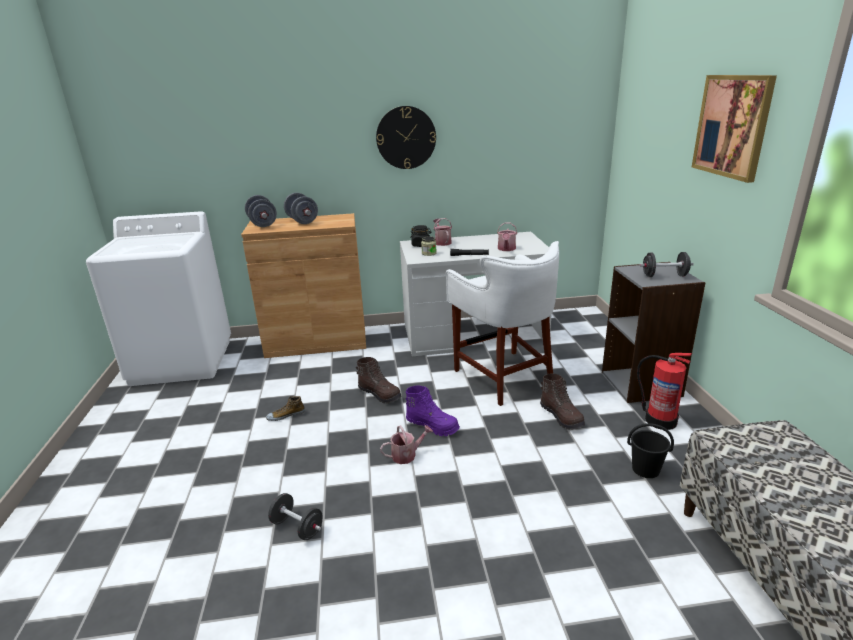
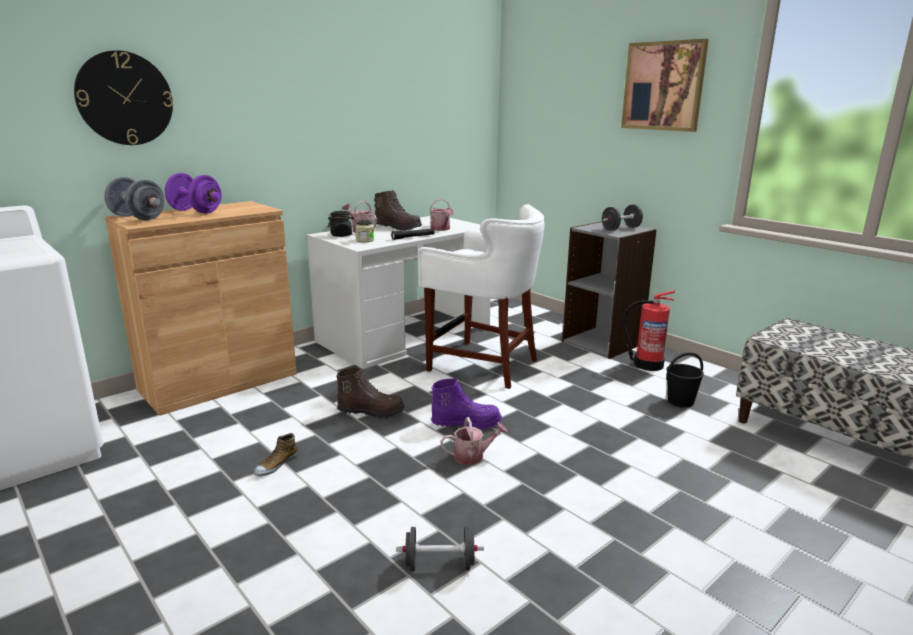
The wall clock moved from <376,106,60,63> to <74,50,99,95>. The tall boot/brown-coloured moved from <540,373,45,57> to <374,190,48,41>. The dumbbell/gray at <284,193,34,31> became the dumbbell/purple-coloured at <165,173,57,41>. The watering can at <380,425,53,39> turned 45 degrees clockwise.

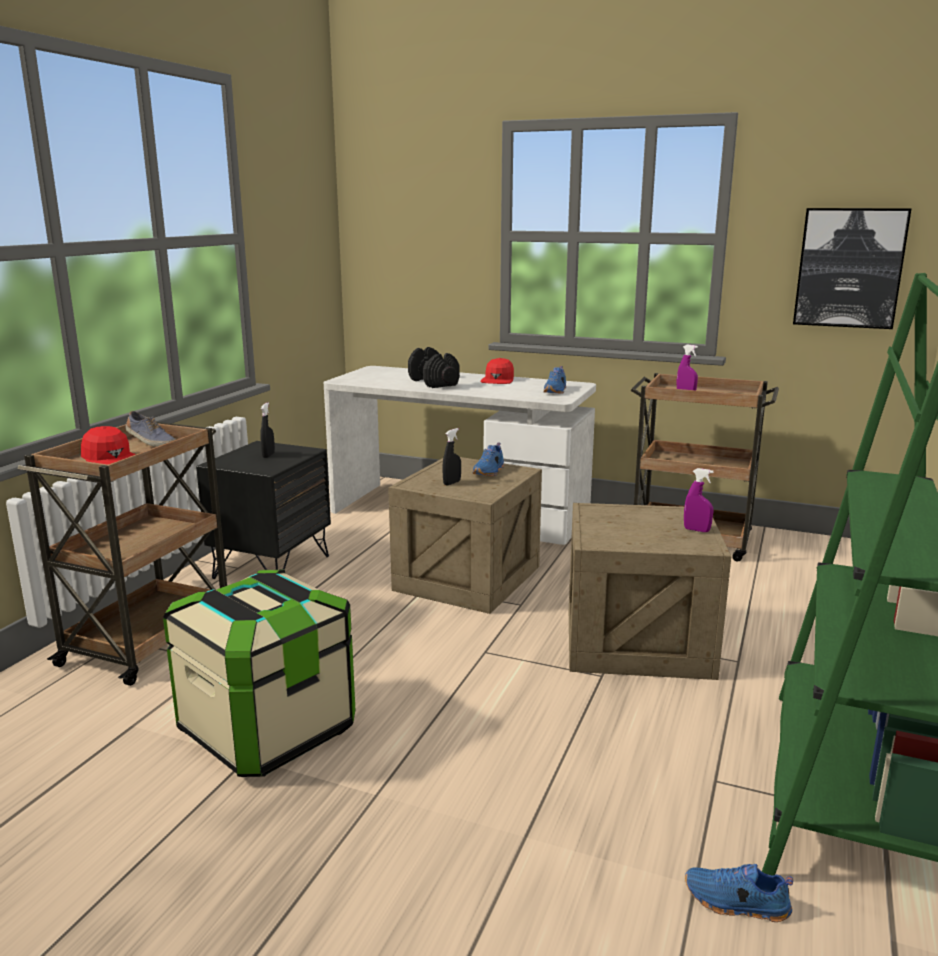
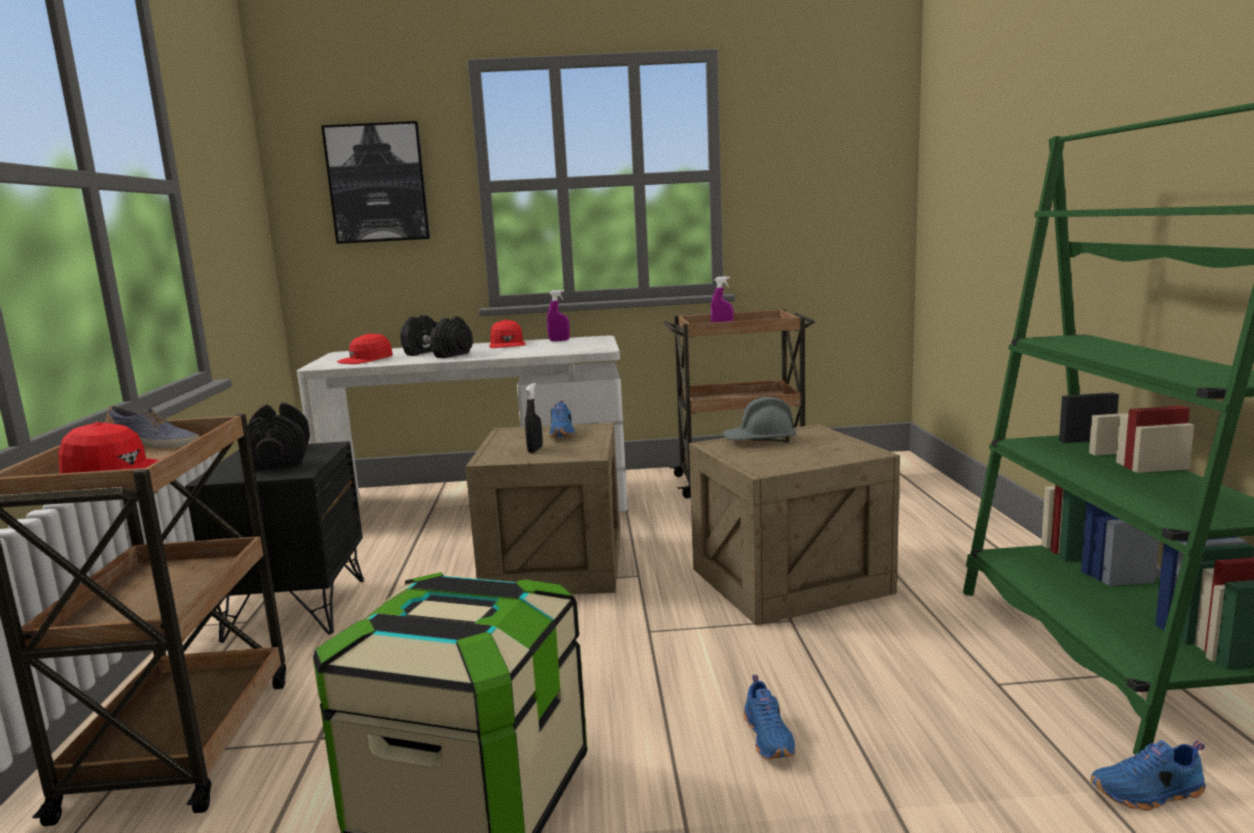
The peaked cap/red at <337,333,56,31> appeared. The work helmet/gray at <723,397,73,45> appeared. The low shoe/blue-coloured moved from <543,366,23,28> to <743,675,53,84>. The sprayer/purple-coloured moved from <684,468,30,64> to <547,290,23,51>. The wall picture moved from <793,208,118,121> to <321,121,109,123>. The sprayer/blackish at <260,403,15,55> was replaced by the dumbbell/blackish at <247,403,63,67>.

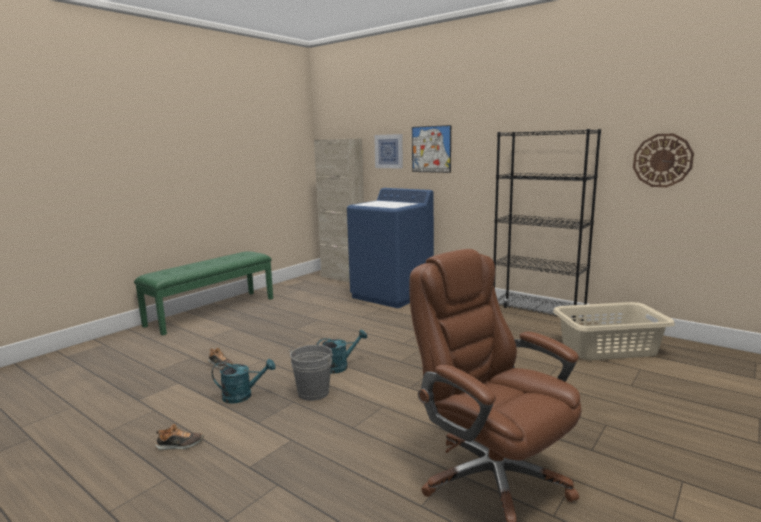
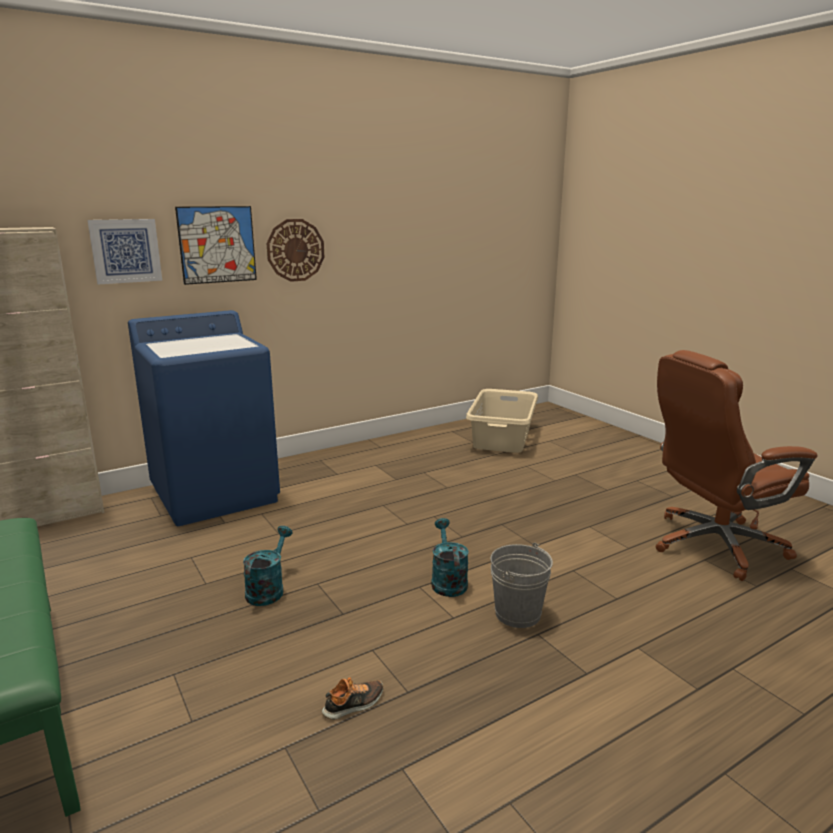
The low shoe at <155,424,49,26> disappeared. The shelving unit/blackish at <494,129,107,199> disappeared. The watering can/turquoise-coloured moved from <212,359,63,45> to <243,526,50,80>. The wall clock moved from <633,134,61,53> to <266,219,58,63>.

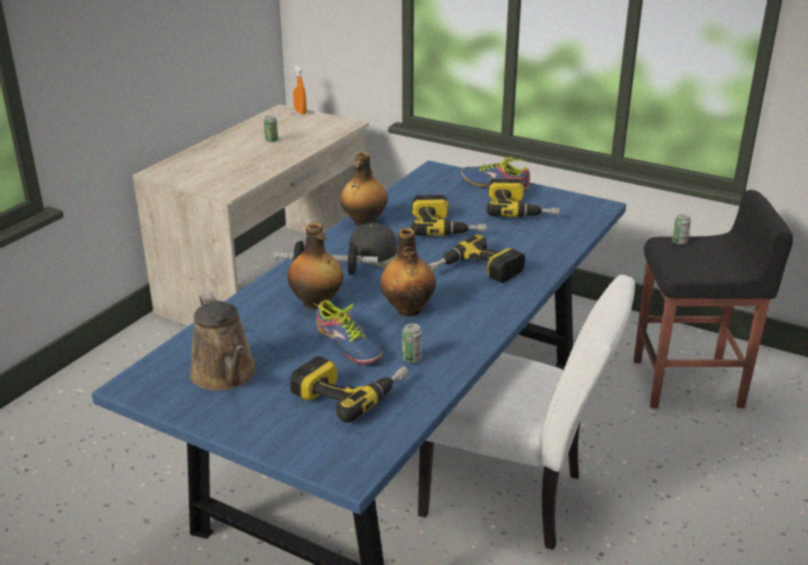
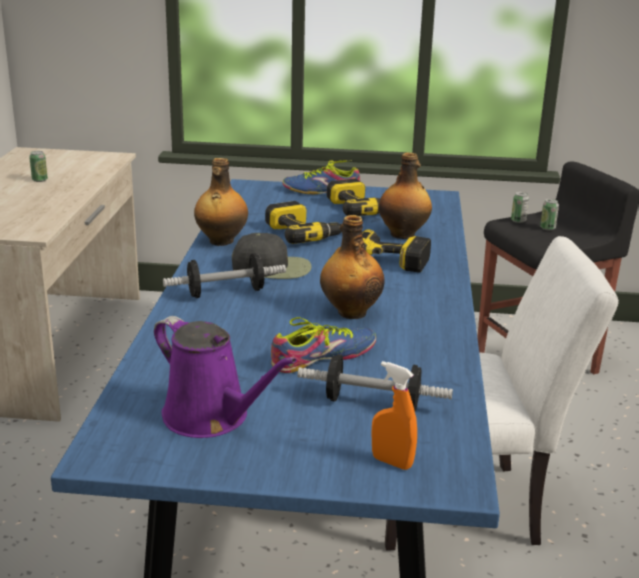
The drink bottle moved from <288,223,55,87> to <379,152,53,87>. The sprayer/orange-coloured moved from <293,64,14,50> to <372,361,45,109>. The sealed can moved from <402,323,20,40> to <540,199,19,31>. The power drill at <290,356,119,67> was replaced by the dumbbell at <297,354,156,57>. The watering can/brown-coloured at <190,292,67,99> became the watering can/purple-coloured at <154,316,143,122>. The low shoe at <313,300,69,64> turned 60 degrees counterclockwise.

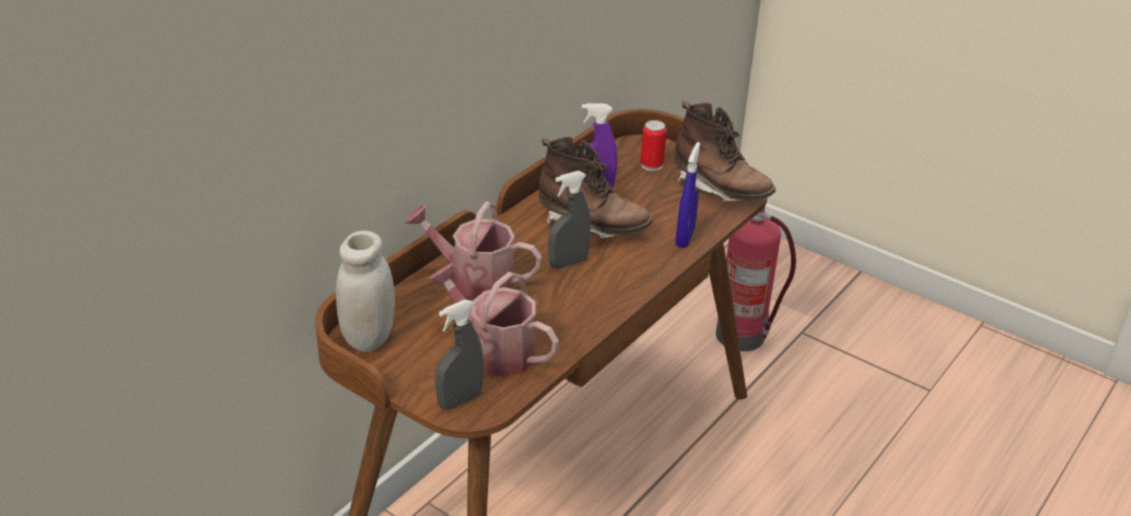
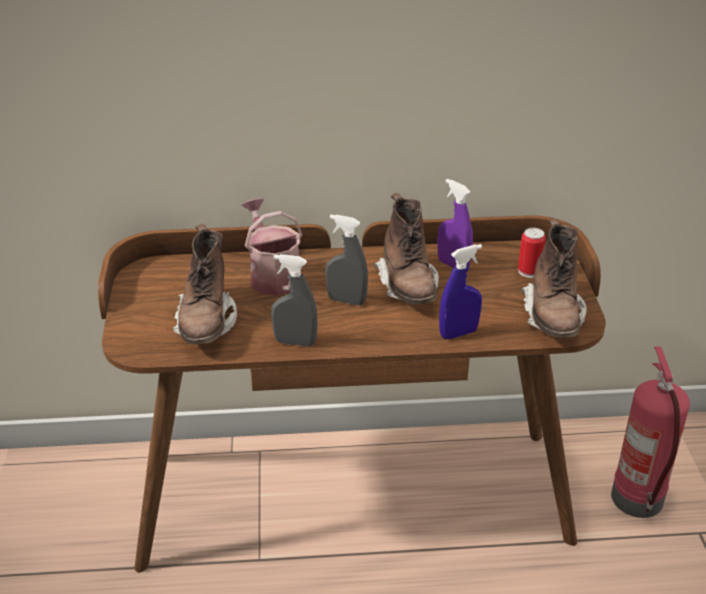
The storage jar/whitish at <336,231,59,121> disappeared. The sprayer/gray moved from <435,300,49,110> to <271,254,47,92>. The watering can at <428,263,131,114> was replaced by the tall boot/brown-coloured at <173,224,64,120>.

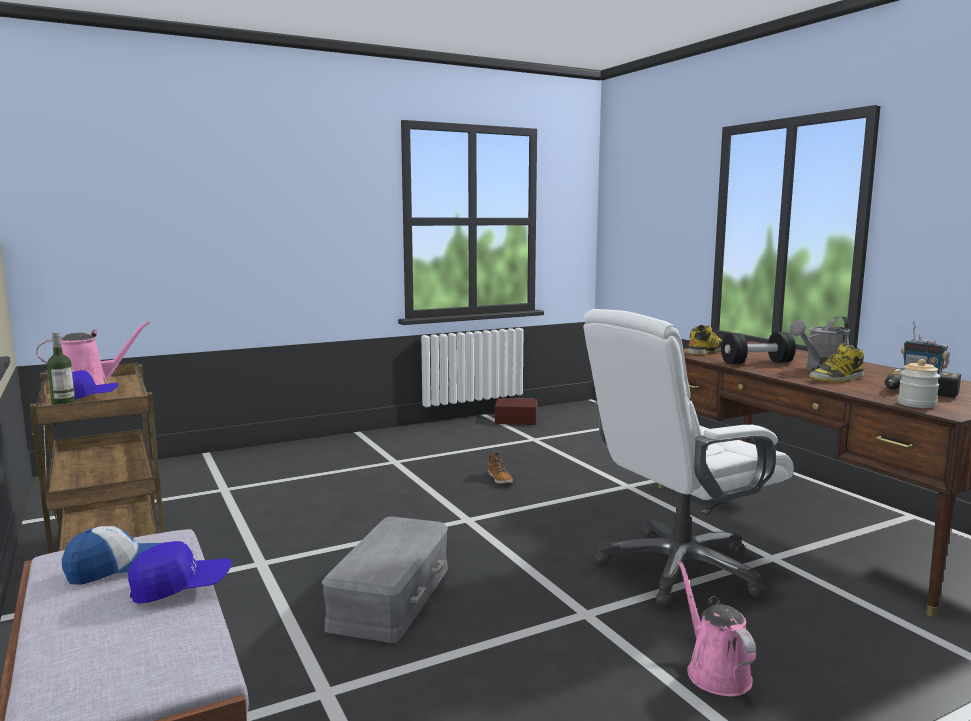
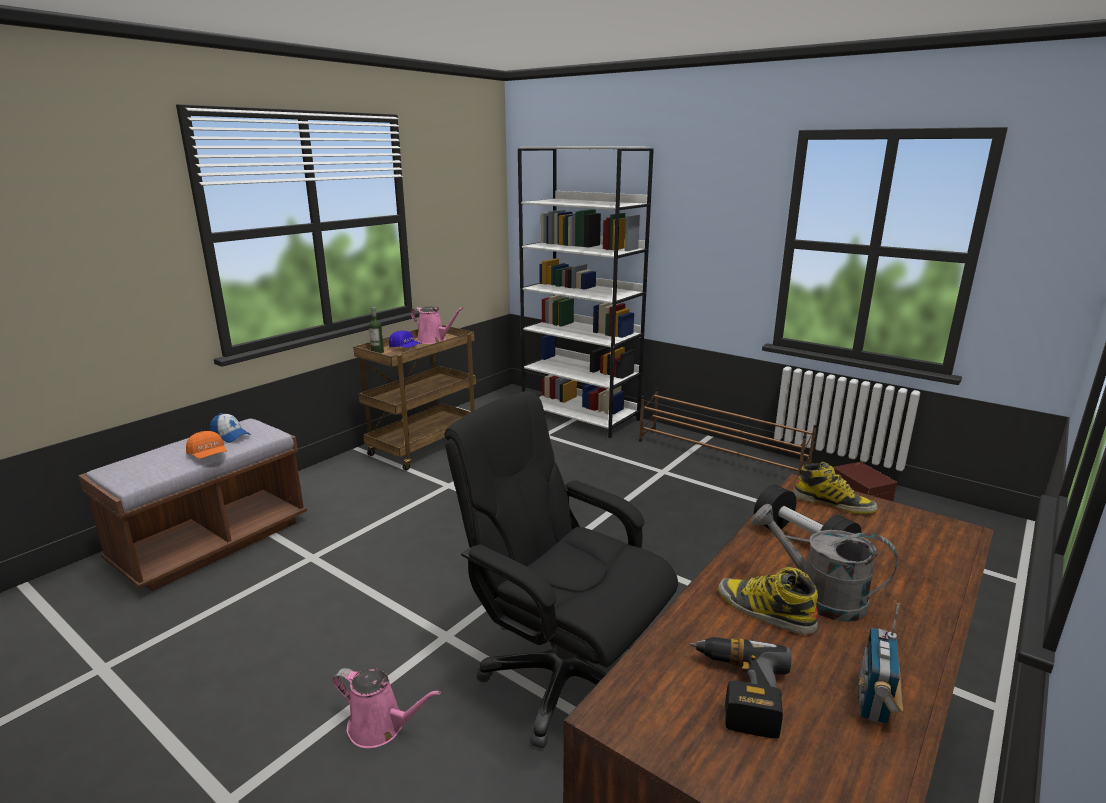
The storage bin/gray at <322,516,126,127> disappeared. The tall boot at <488,452,25,32> disappeared. The storage jar at <898,359,42,49> disappeared. The shelving unit/whitish at <518,146,136,292> appeared. The shoe stand/brown-coloured at <639,388,178,87> appeared. The peaked cap/blue-coloured at <128,541,104,63> became the peaked cap/orange-coloured at <186,431,41,28>. The office chair/whitish at <583,309,211,298> became the office chair/blackish at <444,391,234,357>. The watering can/pink-coloured at <678,561,78,135> turned 60 degrees clockwise.

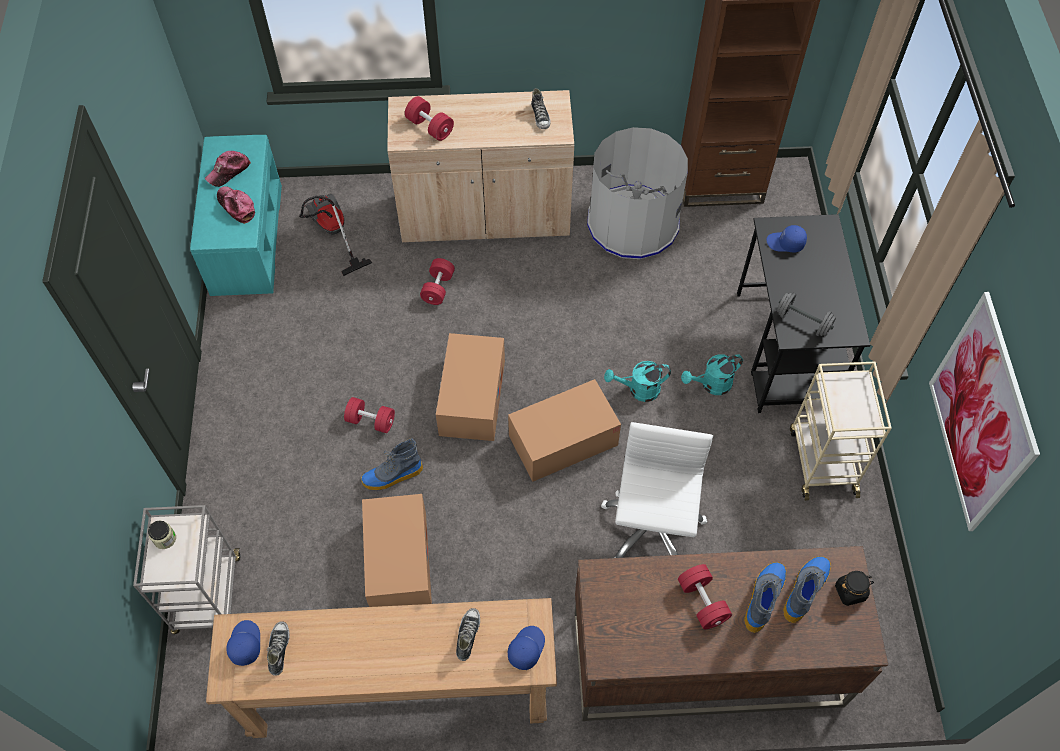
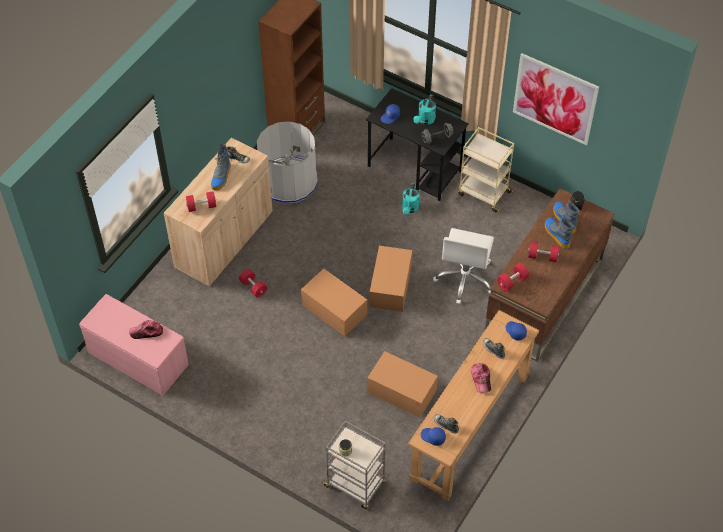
The hoover at <299,194,73,82> disappeared. The peaked cap moved from <205,151,46,36> to <471,363,20,30>. The dumbbell/red moved from <344,397,51,36> to <497,263,32,28>. The tall boot moved from <361,438,62,52> to <211,143,20,48>. The watering can/turquoise-coloured moved from <604,361,67,41> to <413,94,23,31>. The indoor bench/turquoise-coloured at <190,135,92,161> became the indoor bench/pink-coloured at <79,294,110,101>. The office chair/whitish at <601,422,112,136> turned 120 degrees counterclockwise.

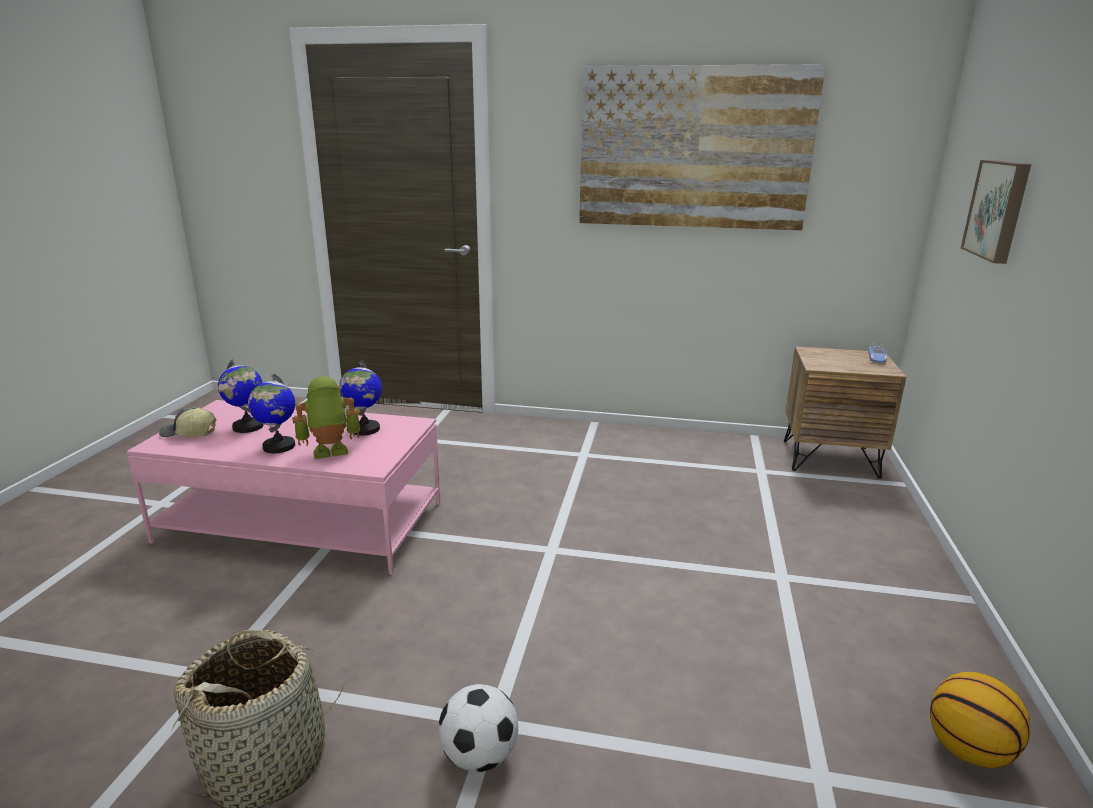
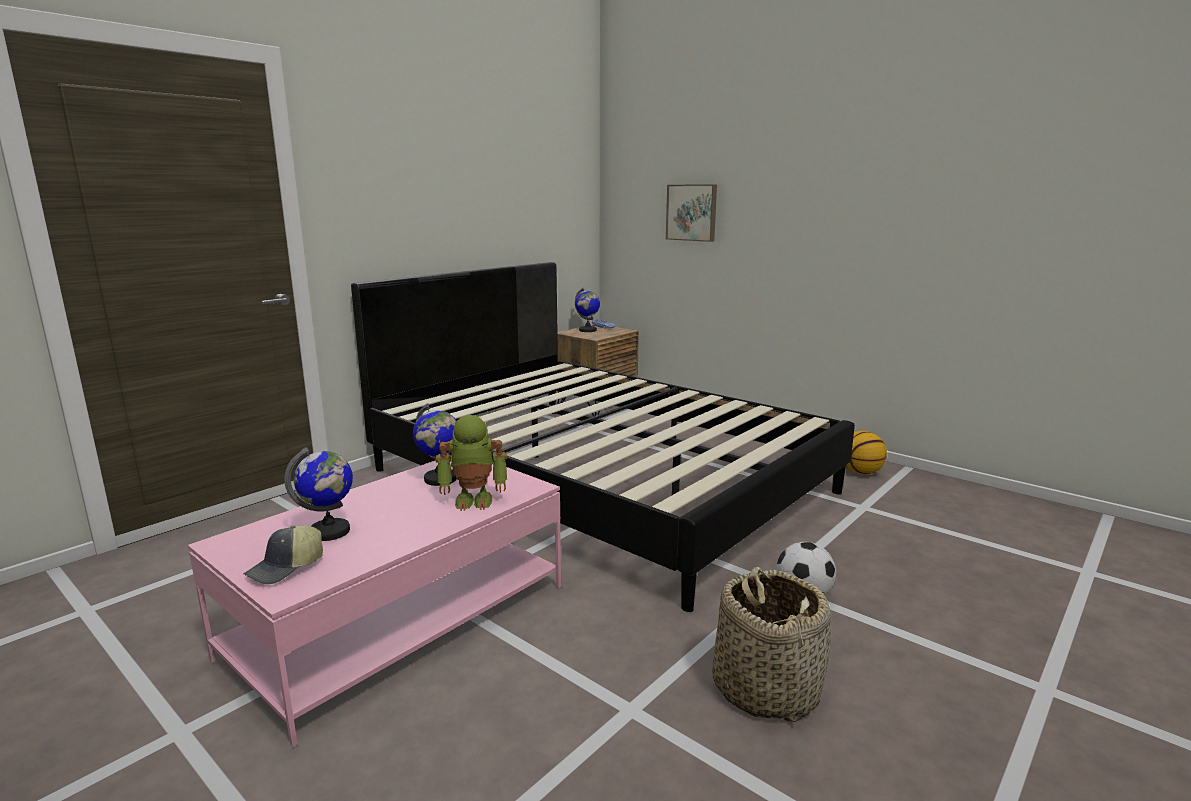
The wall picture at <579,64,247,166> disappeared. The bedroom bed/blackish at <351,262,504,350> appeared. The world globe moved from <248,374,47,79> to <575,288,25,44>. The robot figure at <292,376,68,83> turned 105 degrees counterclockwise.

